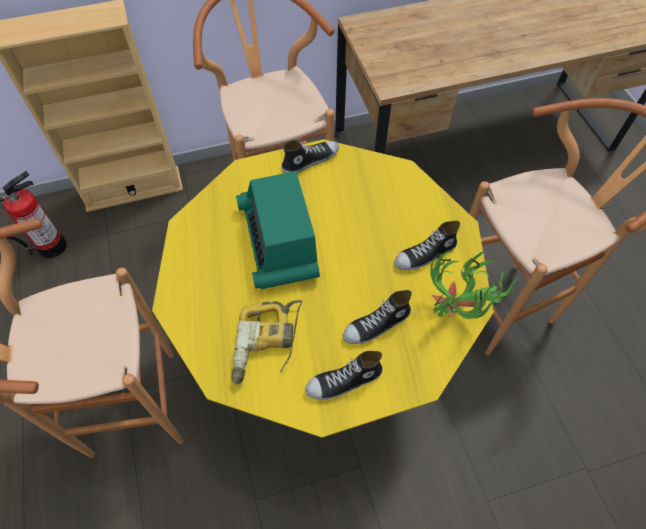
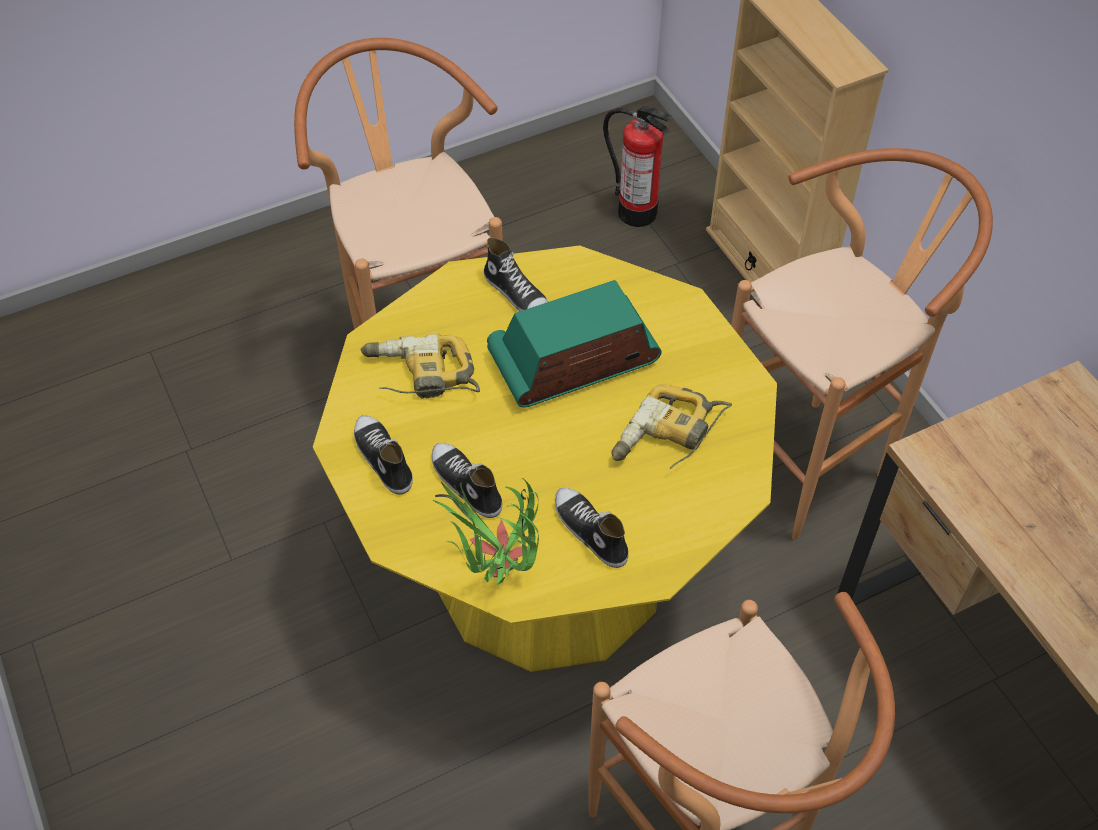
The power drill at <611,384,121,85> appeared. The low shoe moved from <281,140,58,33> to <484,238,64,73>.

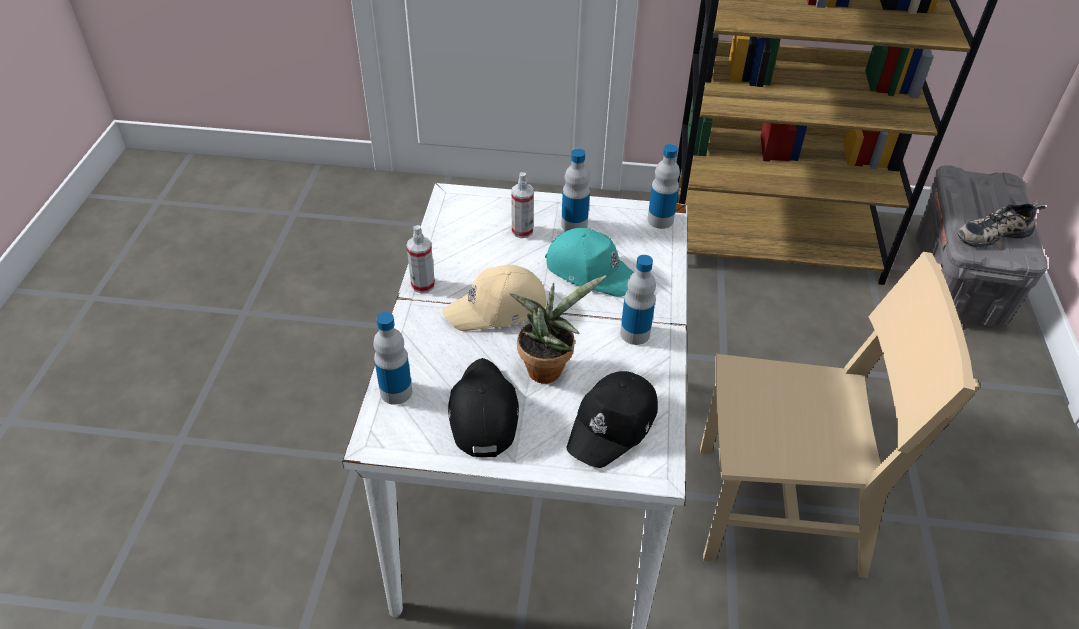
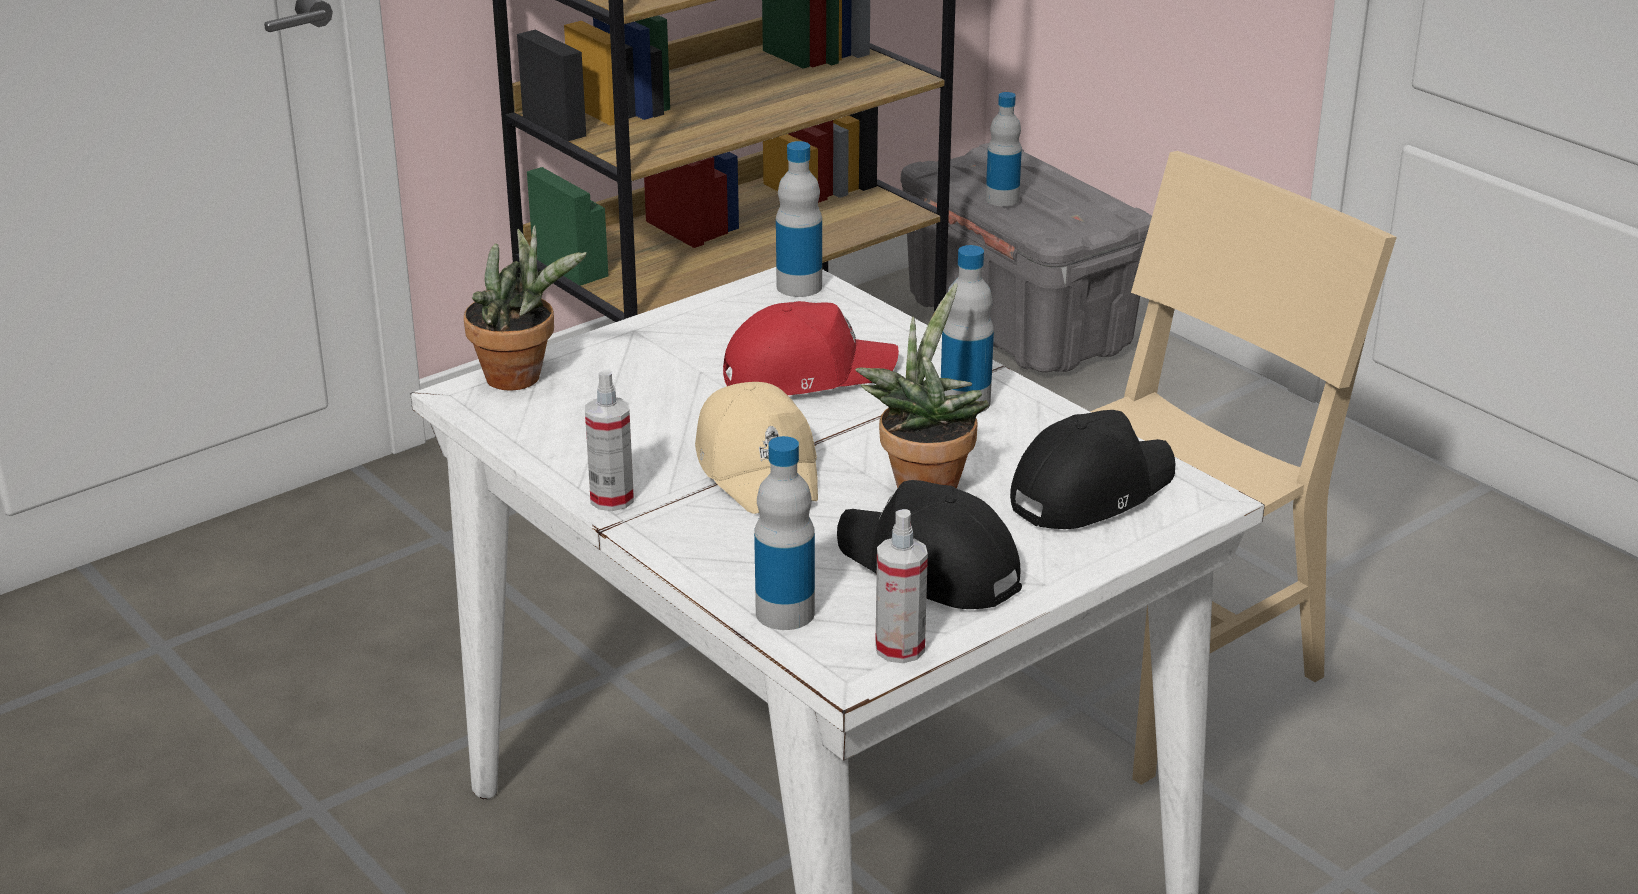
The low shoe at <957,204,89,43> disappeared. The potted plant at <464,226,123,165> appeared. The sprayer moved from <511,172,23,66> to <875,509,53,154>. The drink bottle moved from <561,149,29,82> to <986,92,36,114>. The peaked cap/turquoise-coloured at <545,228,89,69> became the peaked cap/red at <723,301,176,94>. The peaked cap/sand-coloured at <442,265,104,66> turned 45 degrees counterclockwise. The peaked cap/blackish at <567,371,91,97> turned 120 degrees counterclockwise.

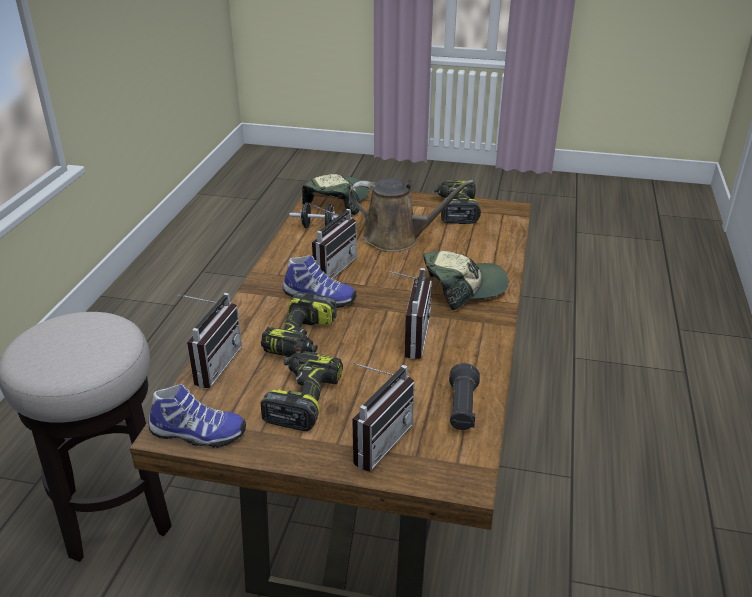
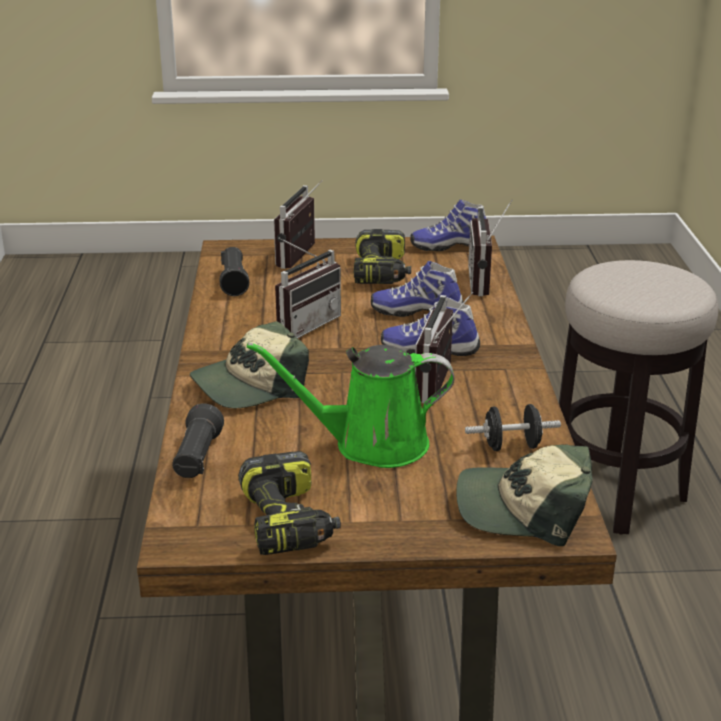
The hand torch/blackish at <172,403,52,75> appeared. The power drill at <261,292,76,65> was replaced by the low shoe at <371,261,92,56>. The watering can/brown-coloured at <349,178,125,74> became the watering can/green-coloured at <247,342,207,126>. The peaked cap at <302,174,67,41> turned 90 degrees clockwise. The radio set at <390,268,41,91> turned 135 degrees counterclockwise.

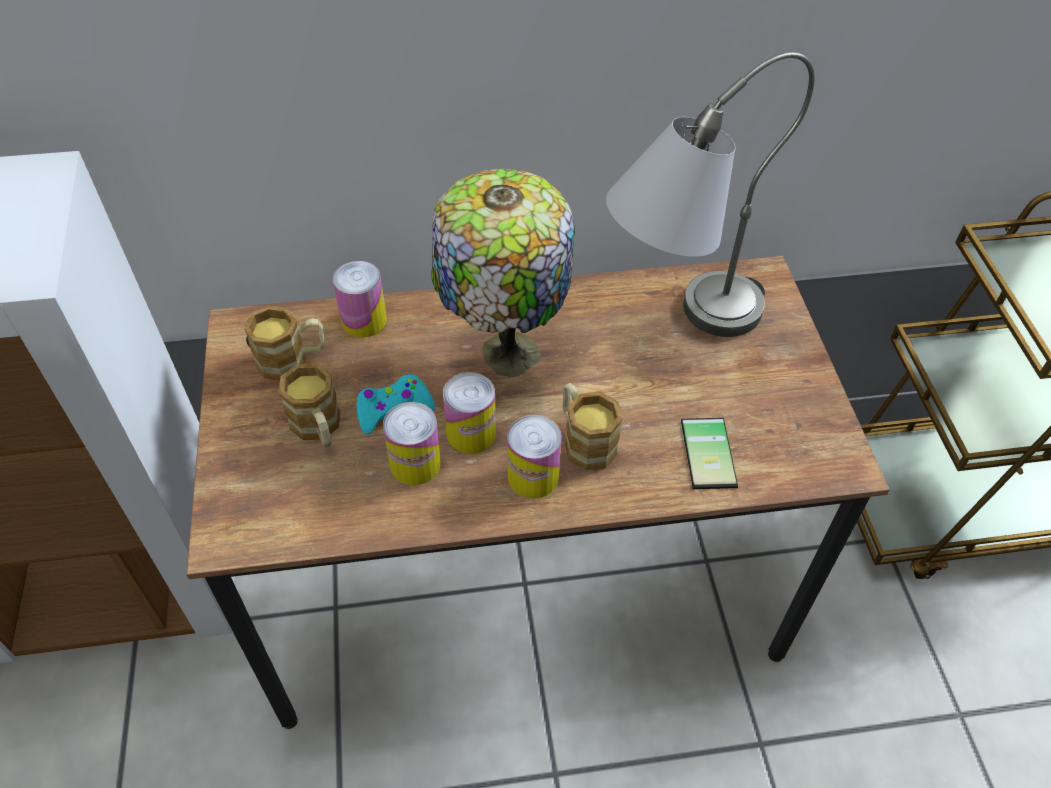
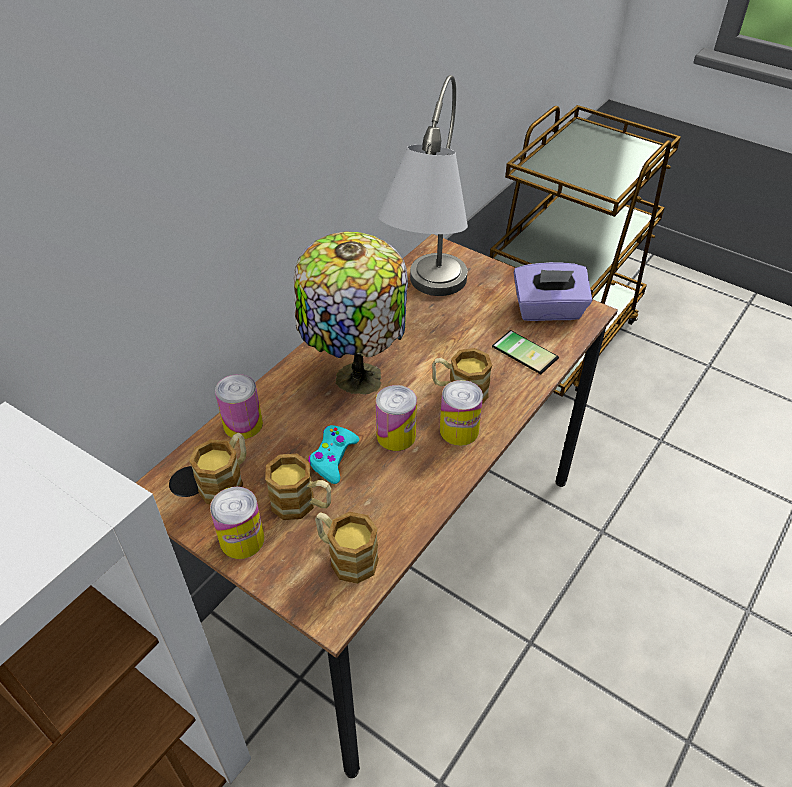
The mug at <315,512,64,72> appeared. The tissue holder/purple-coloured at <514,262,78,59> appeared. The sealed can moved from <383,402,58,83> to <210,487,54,72>.

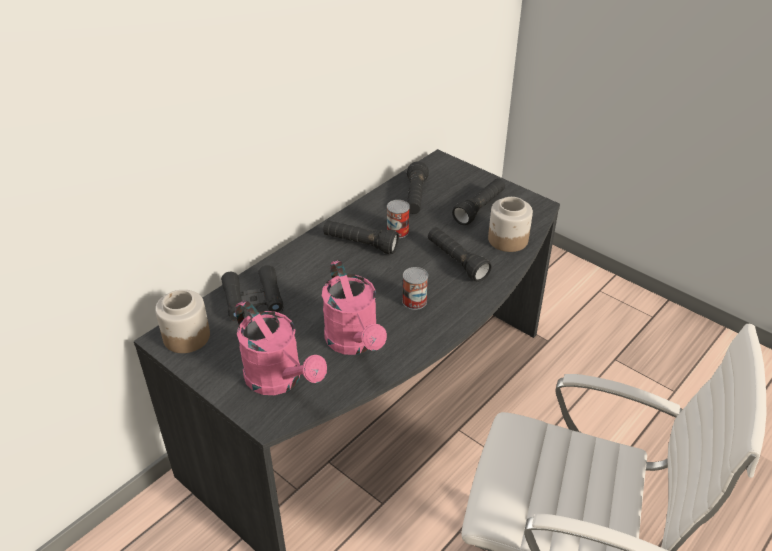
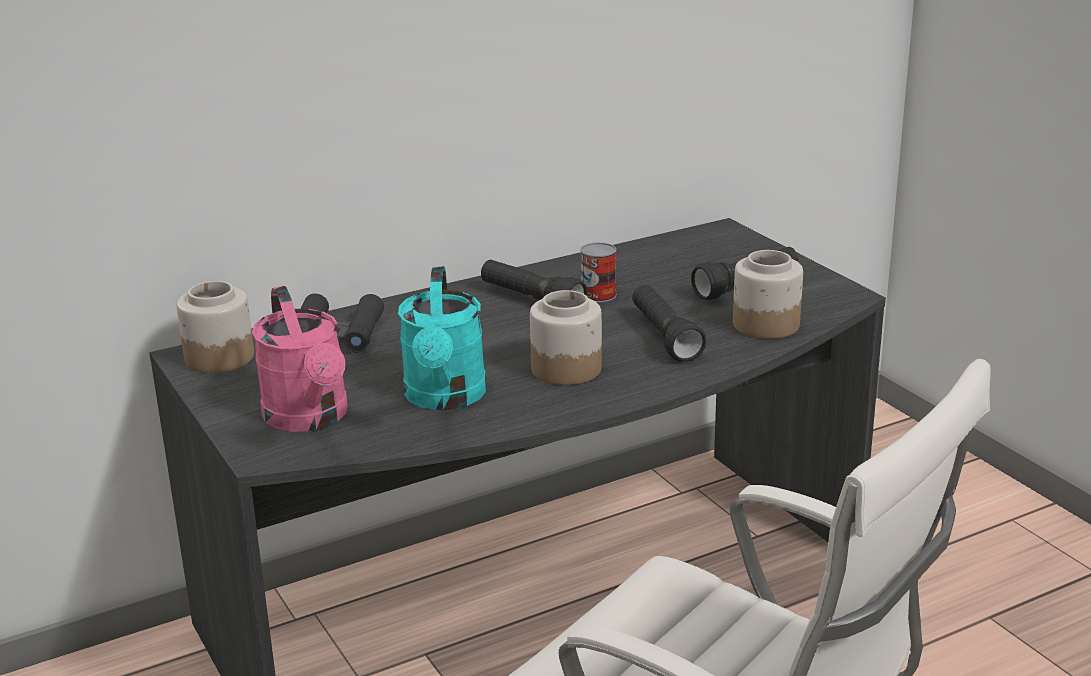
The hand torch/blackish at <407,161,22,53> disappeared. The sealed can at <402,267,26,43> was replaced by the storage jar at <530,290,72,95>. The watering can/pink-coloured at <322,260,65,95> became the watering can/turquoise-coloured at <398,266,88,144>.

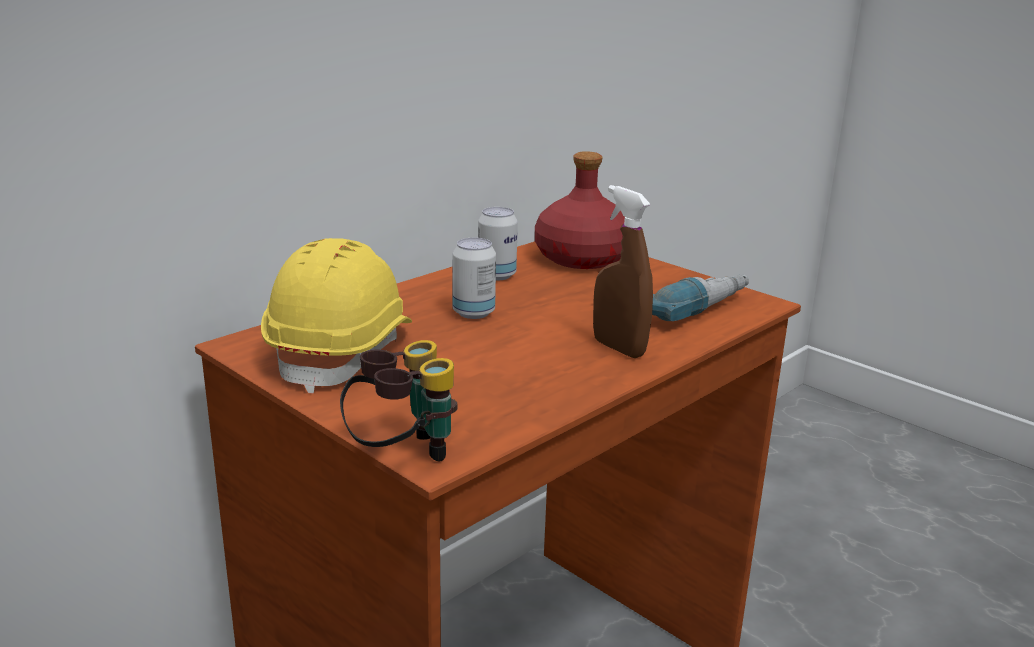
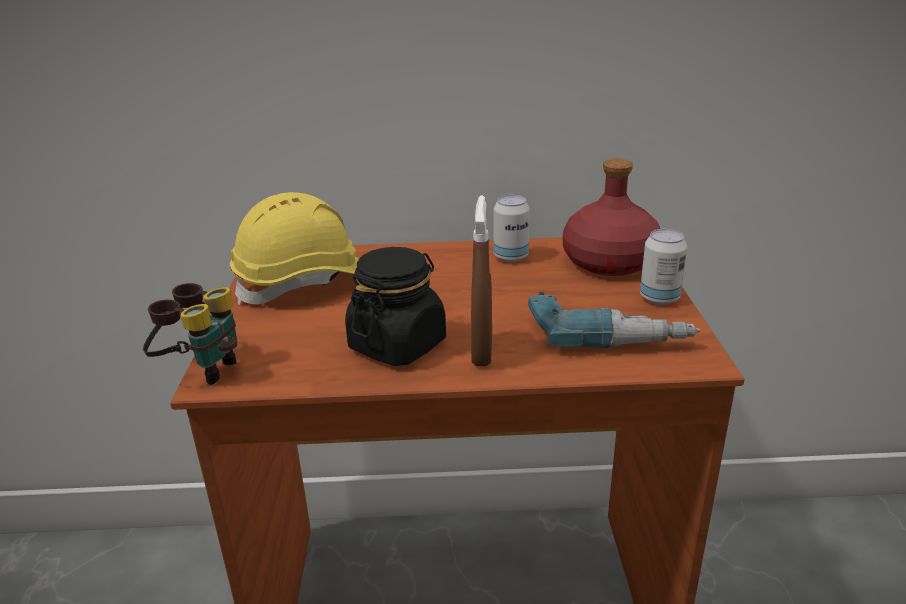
The storage jar/blackish at <345,247,101,119> appeared. The sealed can moved from <453,238,43,81> to <640,229,47,76>.

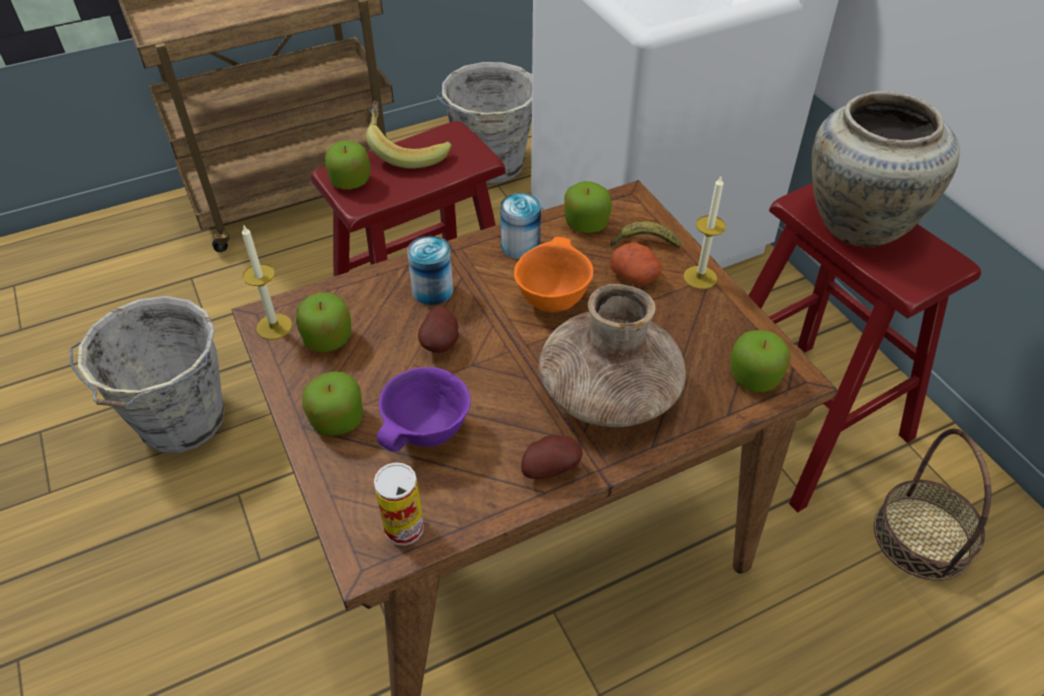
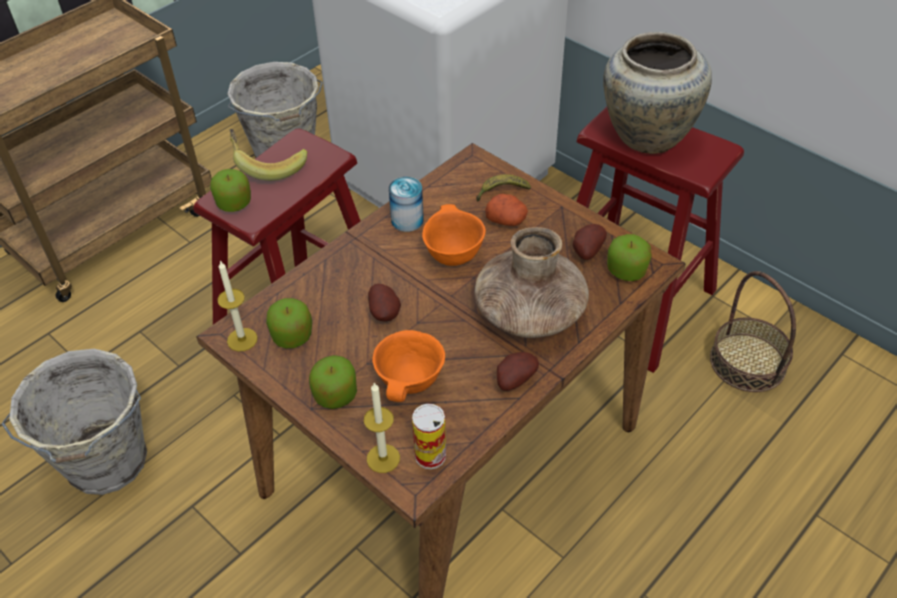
The sealed can at <407,236,46,69> disappeared. The whole apple at <564,181,48,52> disappeared. The spud at <573,224,34,36> appeared. The wax light moved from <683,177,43,112> to <364,383,36,90>. The deep dish/purple-coloured at <377,367,94,85> became the deep dish/orange-coloured at <372,330,73,72>.

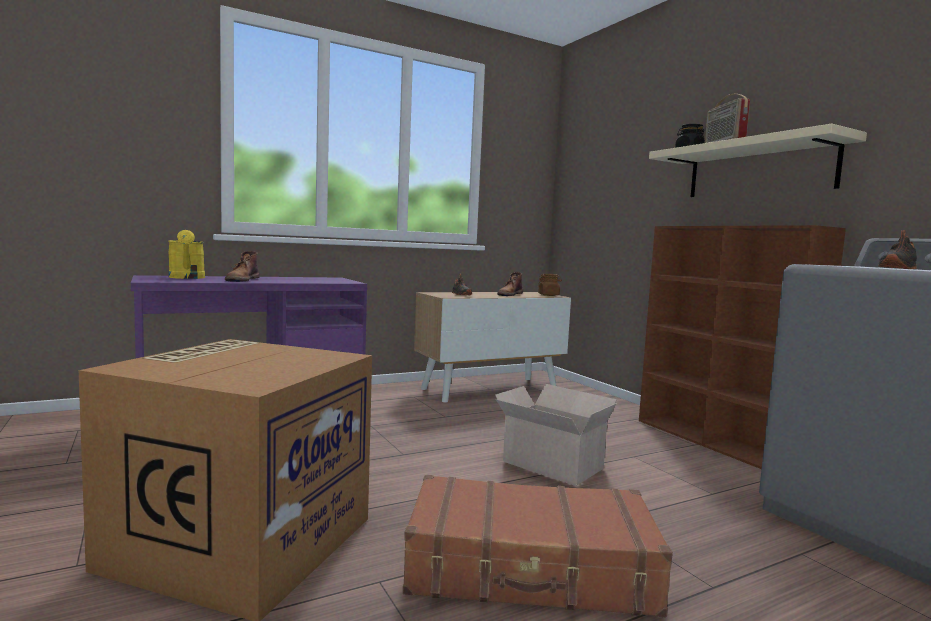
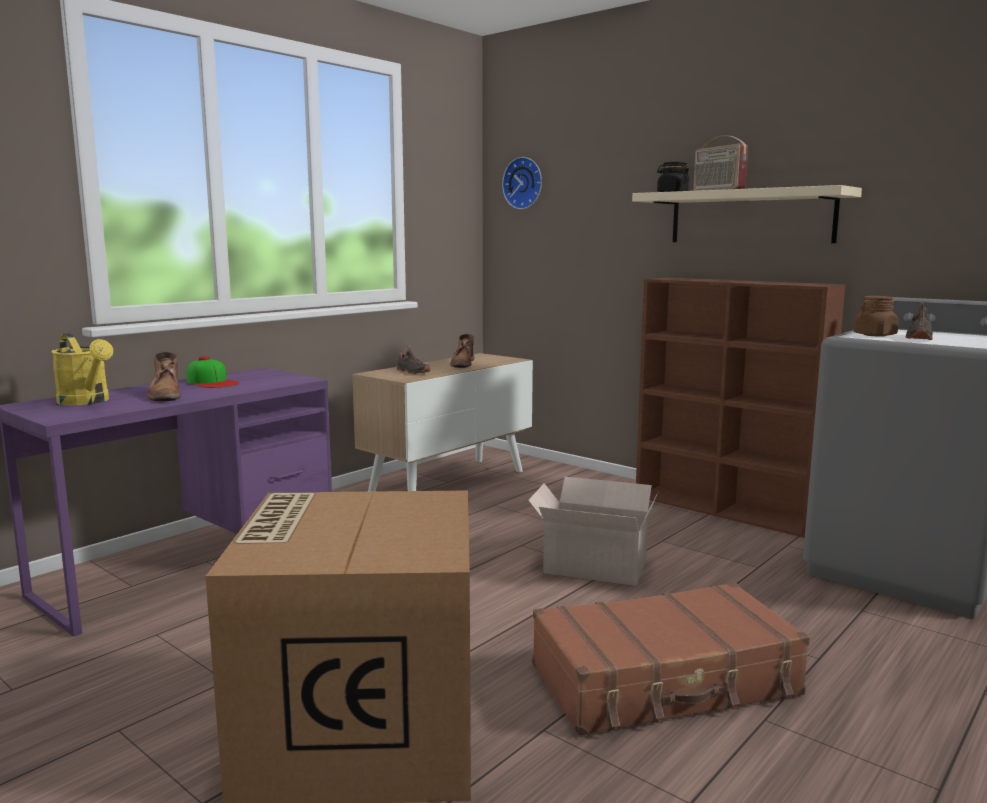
The peaked cap at <187,356,52,32> appeared. The wall clock at <502,157,40,52> appeared. The storage jar/brown-coloured moved from <538,274,24,22> to <853,296,46,41>.

